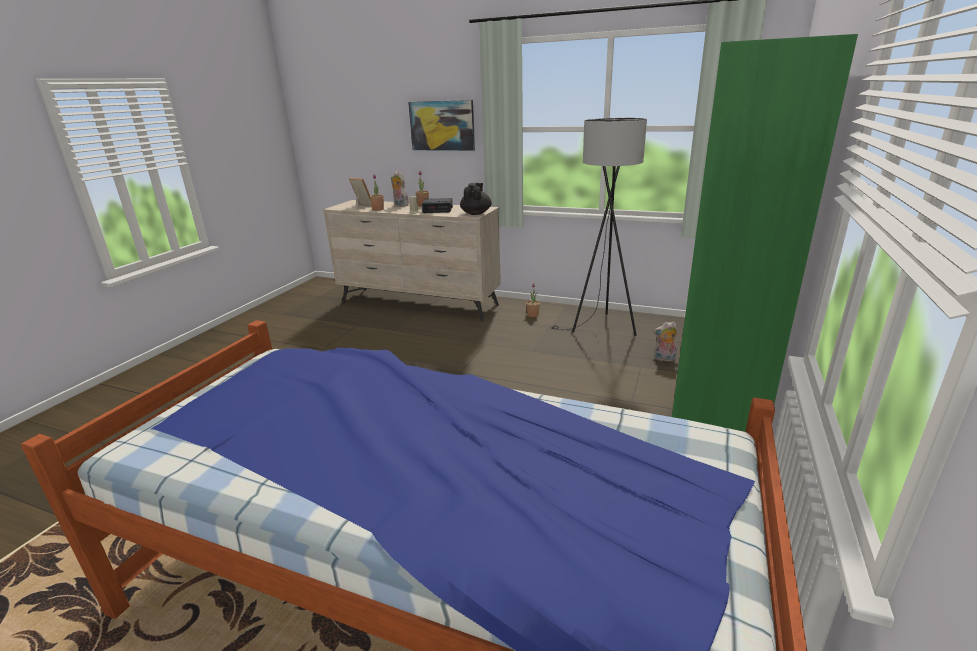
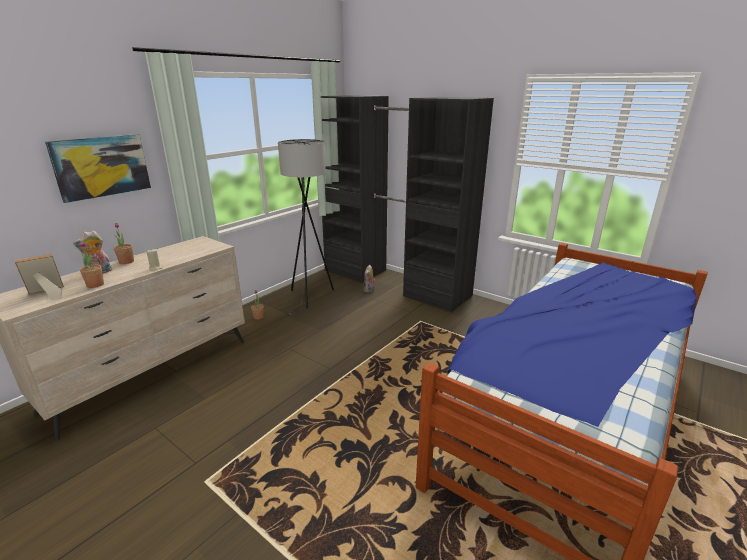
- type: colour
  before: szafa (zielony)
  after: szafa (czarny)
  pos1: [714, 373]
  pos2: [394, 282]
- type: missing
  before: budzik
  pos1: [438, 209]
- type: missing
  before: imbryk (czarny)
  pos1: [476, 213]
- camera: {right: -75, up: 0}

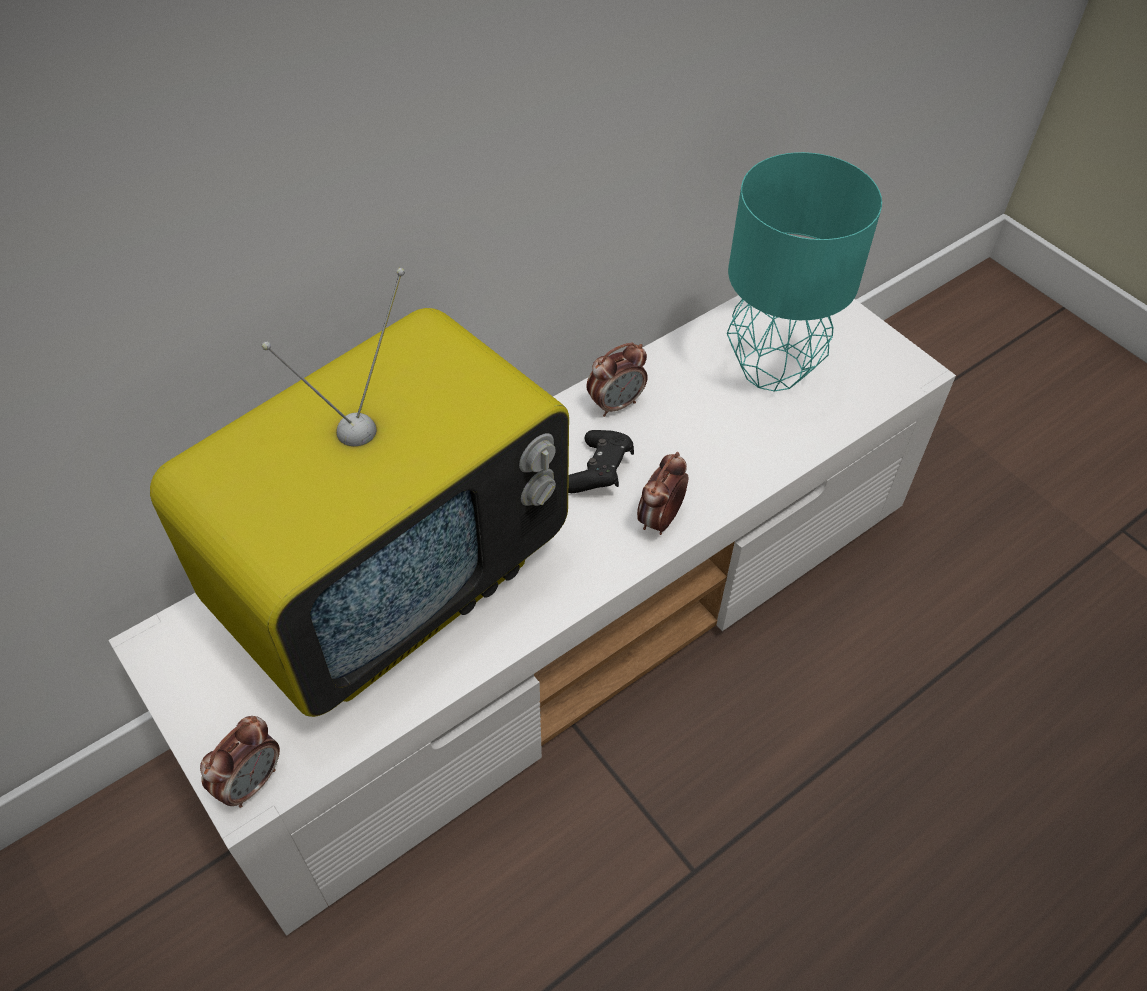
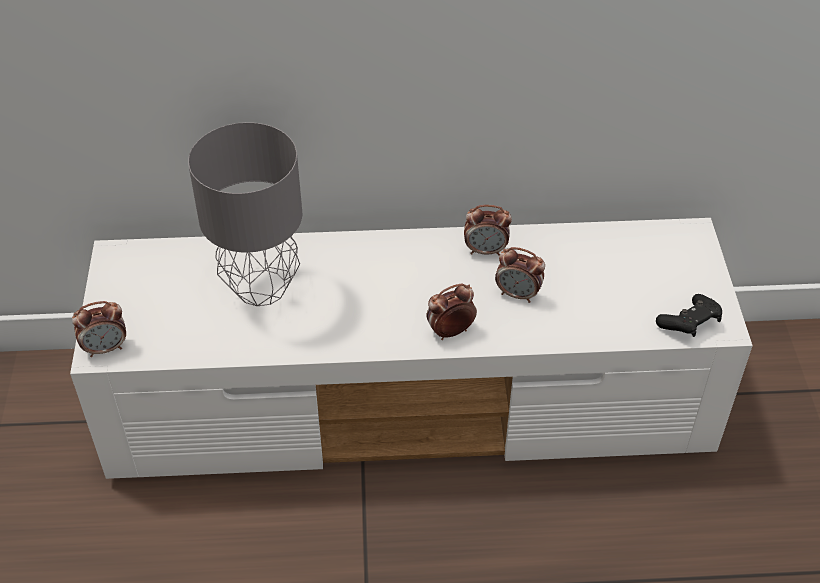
- type: exchanged
  before: telewizor
  after: lampa stołowa (szary)
  pos1: [394, 582]
  pos2: [262, 286]
- type: appeared
  after: budzik
  pos2: [518, 294]
- type: relocated
  before: pad do gier (czarny)
  pos1: [599, 472]
  pos2: [689, 324]
- type: missing
  before: lampa stołowa (turkusowy)
  pos1: [769, 368]
- camera: {right: 35, up: -5}

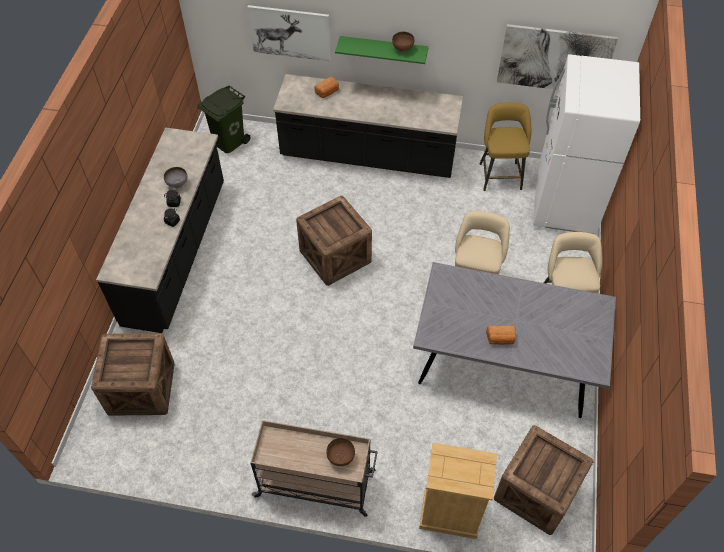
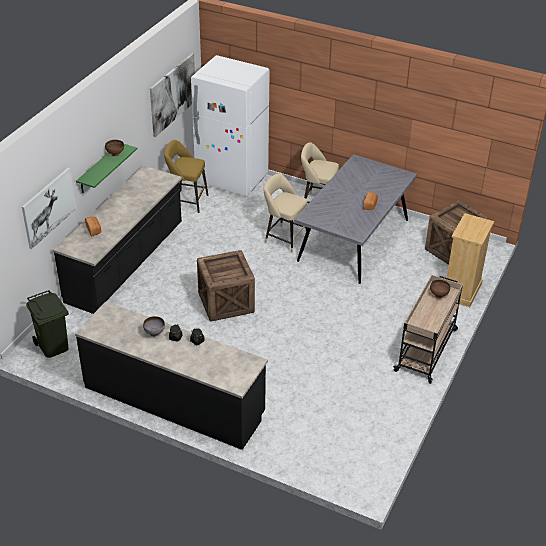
- type: missing
  before: skrzynka
  pos1: [141, 387]
- camera: {right: -75, up: -15}

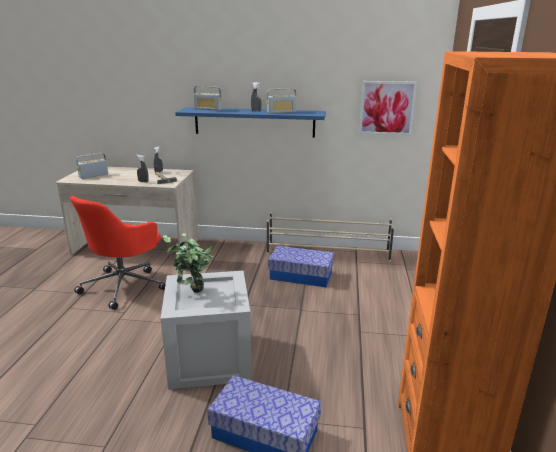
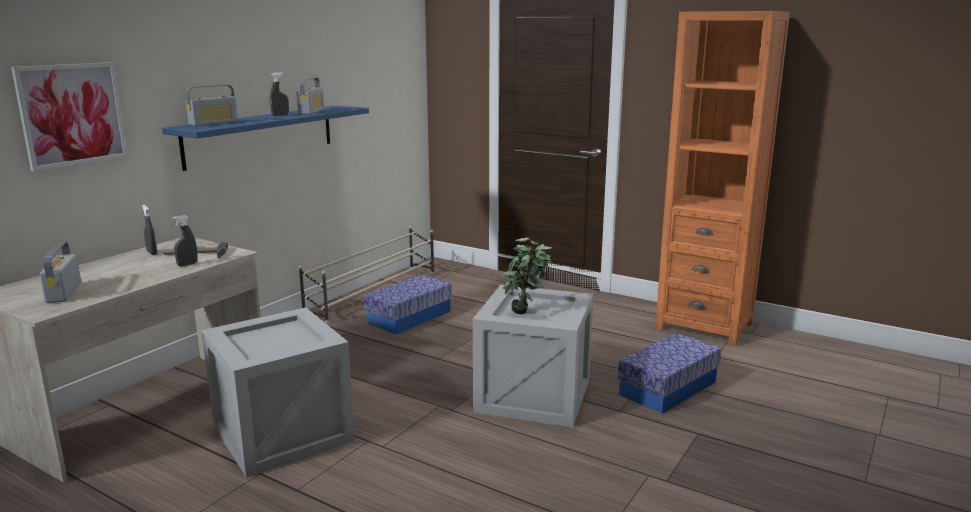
- type: relocated
  before: obraz
  pos1: [387, 108]
  pos2: [72, 114]
- type: exchanged
  before: krzesło biurowe (czerwony)
  after: skrzynka
  pos1: [124, 286]
  pos2: [282, 433]
- camera: {right: -65, up: -5}

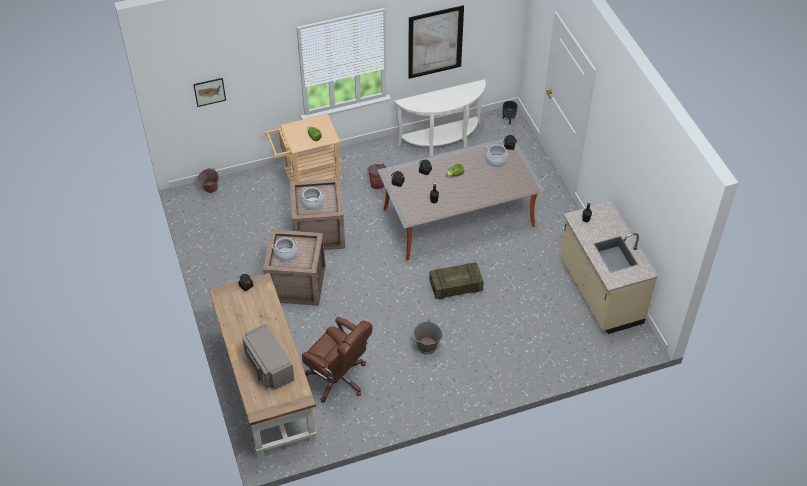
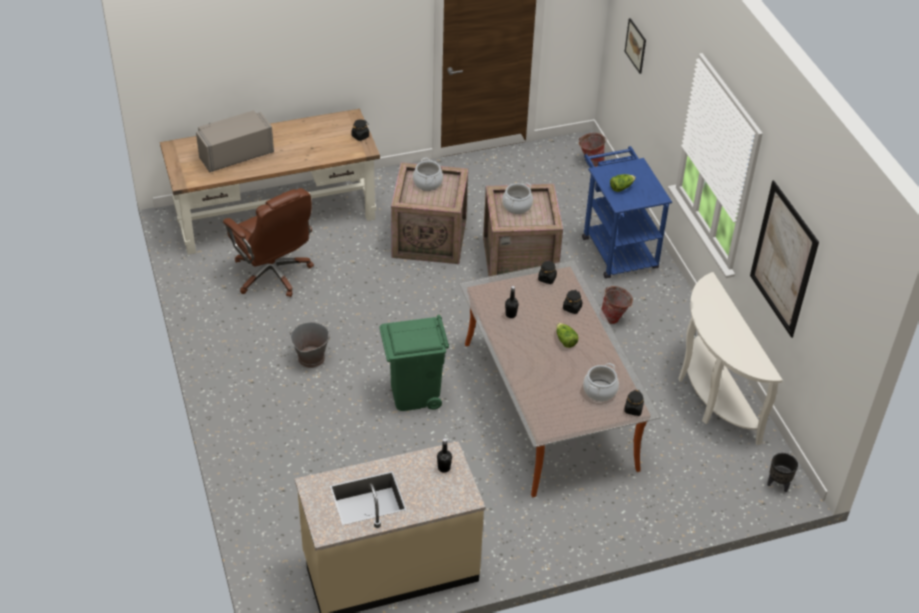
- type: spun
  before: krzesło biurowe (brązowy)
  pos1: [338, 378]
  pos2: [273, 274]
  turn: -75
- type: exchanged
  before: skrzynka
  after: kosz na śmieci (zielony)
  pos1: [456, 286]
  pos2: [414, 394]
- type: colour
  before: wózek (beżowy)
  after: wózek (niebieski)
  pos1: [307, 180]
  pos2: [616, 248]
- camera: {right: 90, up: -5}

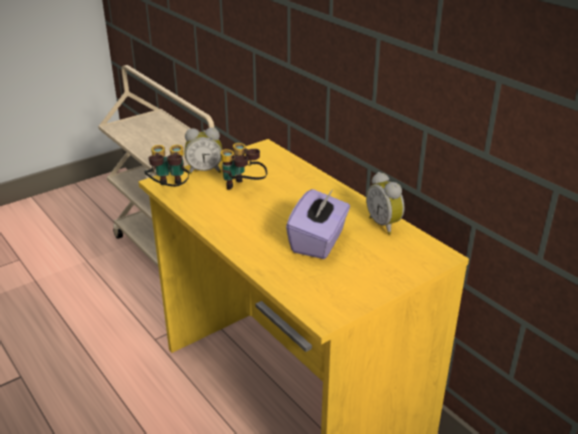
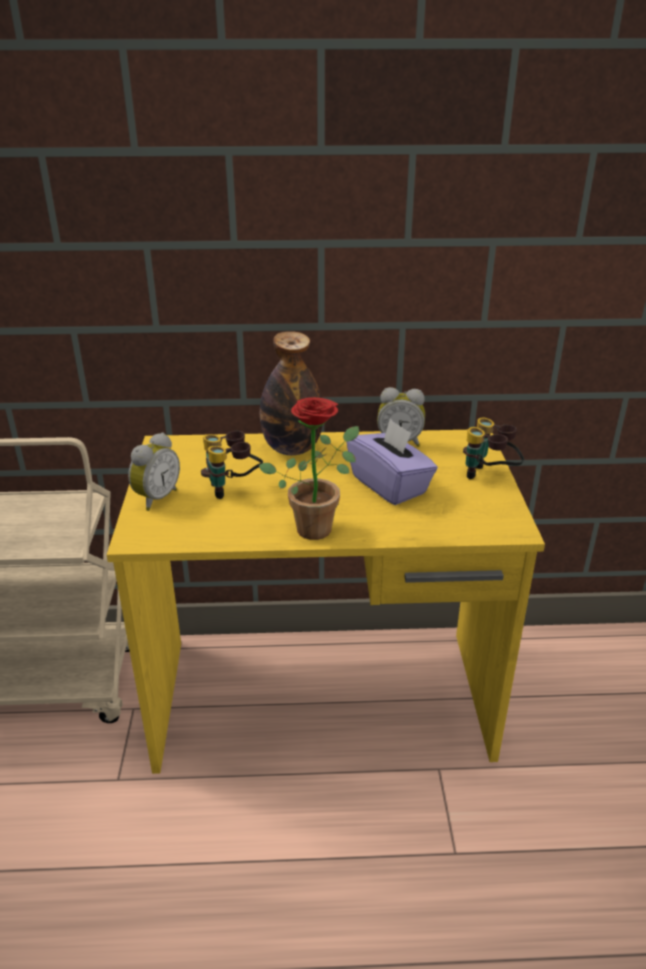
- type: appeared
  after: roślina doniczkowa
  pos2: [317, 525]
- type: appeared
  after: butelka
  pos2: [292, 448]
- type: relocated
  before: lornetka
  pos1: [169, 190]
  pos2: [489, 477]
- camera: {right: -55, up: 0}

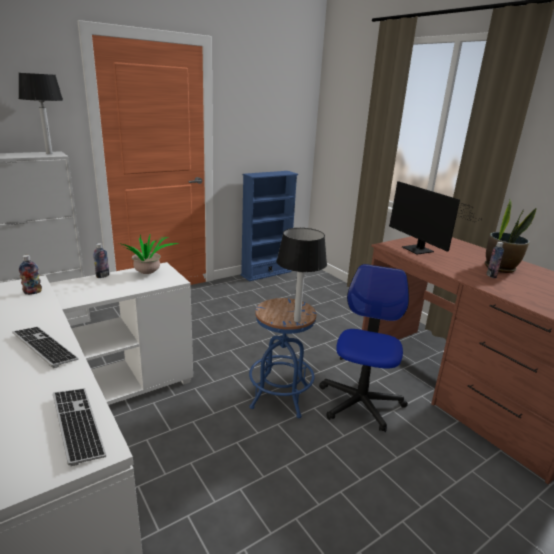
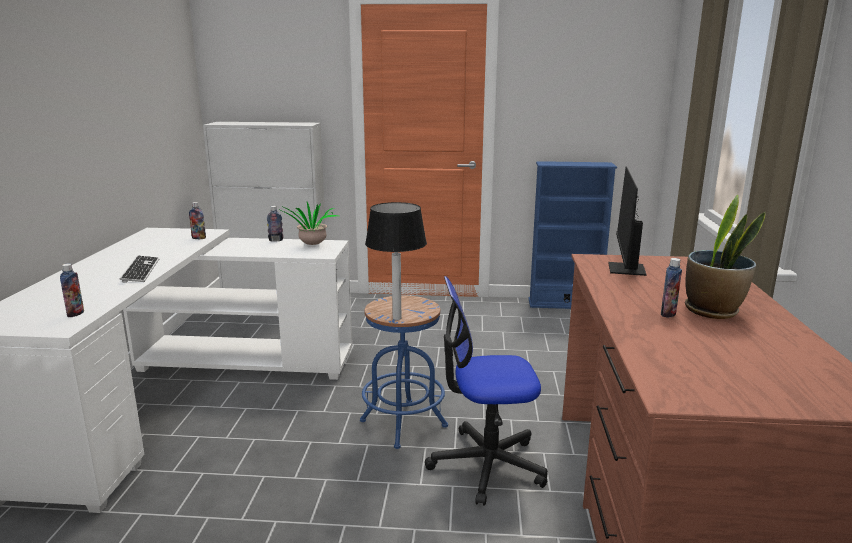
- type: exchanged
  before: klawiatura
  after: butelka
  pos1: [78, 425]
  pos2: [75, 313]
- type: spun
  before: krzesło biurowe
  pos1: [360, 403]
  pos2: [486, 465]
  turn: -150
- type: missing
  before: lampa stołowa
  pos1: [49, 153]
- camera: {right: 40, up: -5}

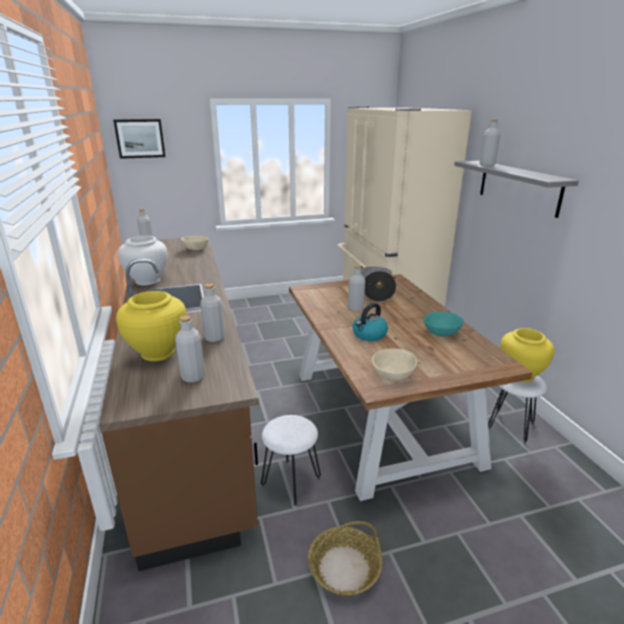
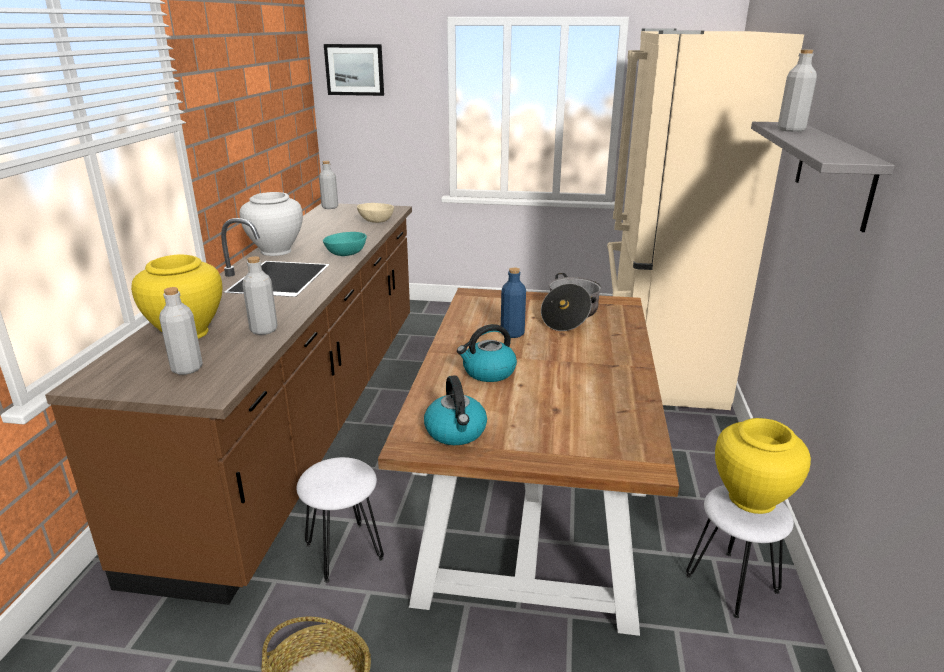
- type: relocated
  before: miska (turkusowy)
  pos1: [442, 333]
  pos2: [347, 254]
- type: exchanged
  before: miska (beżowy)
  after: czajnik
  pos1: [393, 375]
  pos2: [456, 432]
- type: colour
  before: butelka (szary)
  after: butelka (niebieski)
  pos1: [355, 308]
  pos2: [512, 333]
- camera: {right: 25, up: 0}

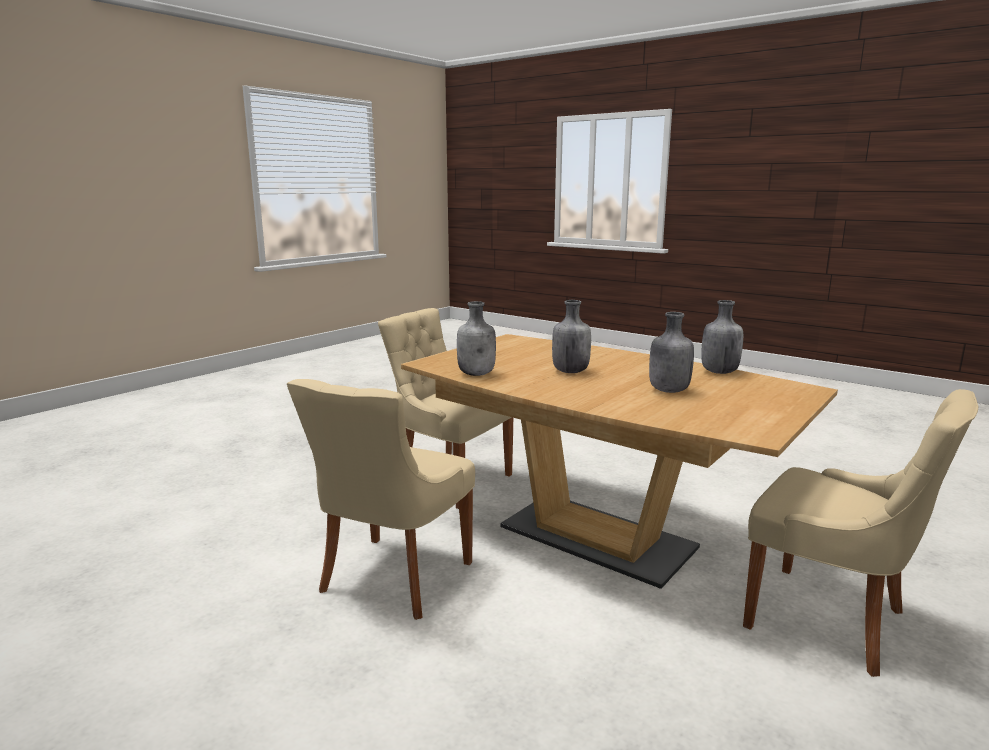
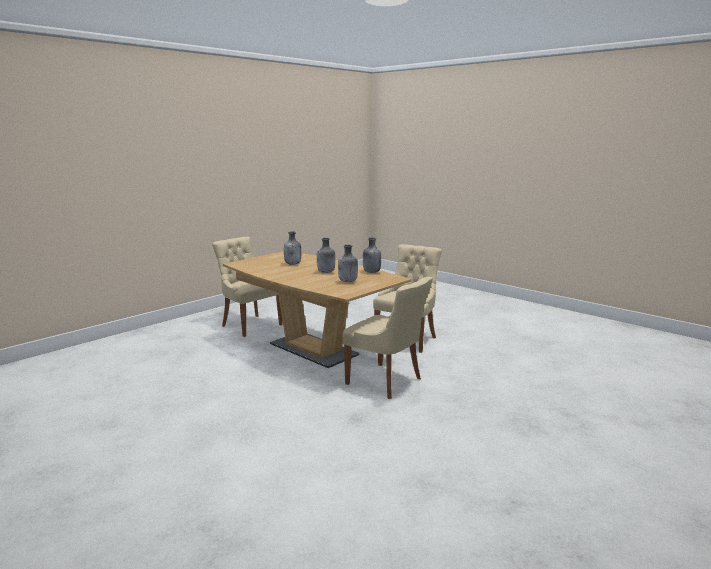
- type: relocated
  before: butelka (szary)
  pos1: [718, 372]
  pos2: [348, 281]
- camera: {right: -175, up: 0}

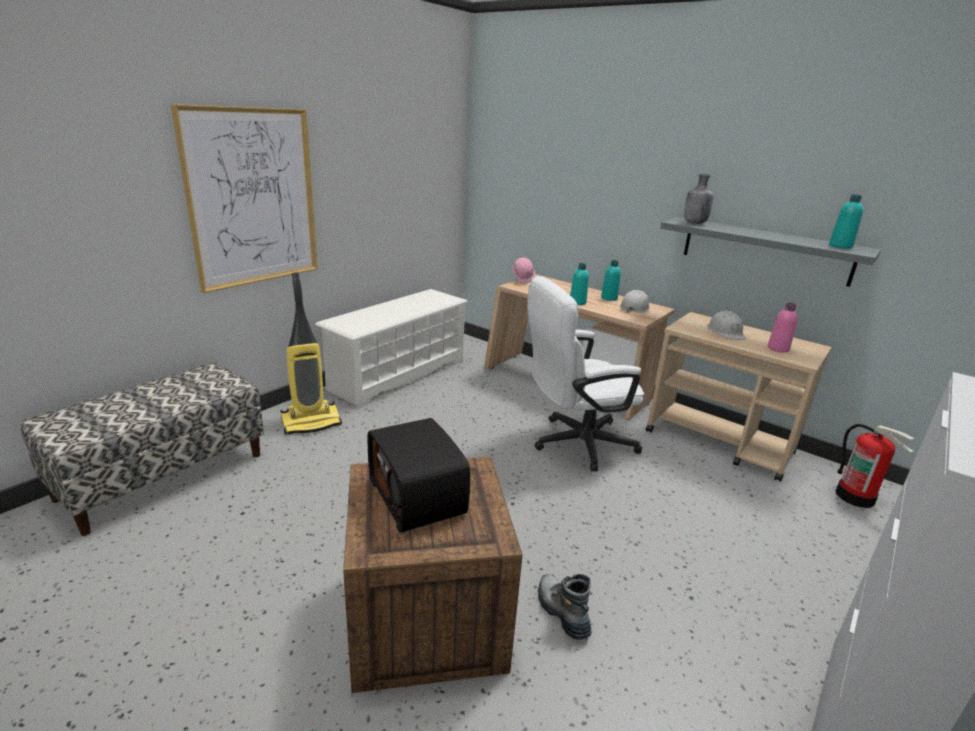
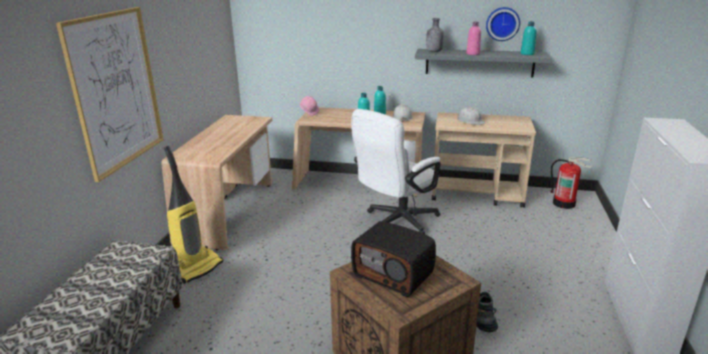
- type: exchanged
  before: regał na buty (biały)
  after: biurko (beżowy)
  pos1: [398, 375]
  pos2: [230, 212]
- type: relocated
  before: butelka (różowy)
  pos1: [778, 349]
  pos2: [473, 54]
- type: appeared
  after: zegar ścienny
  pos2: [502, 23]
- camera: {right: -25, up: 0}

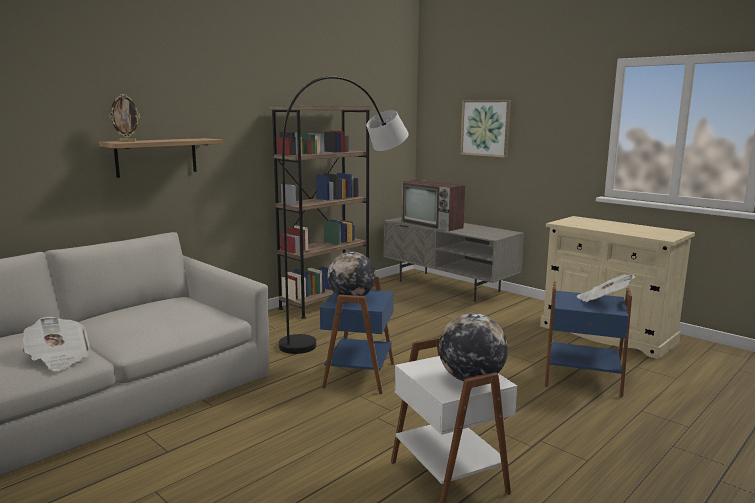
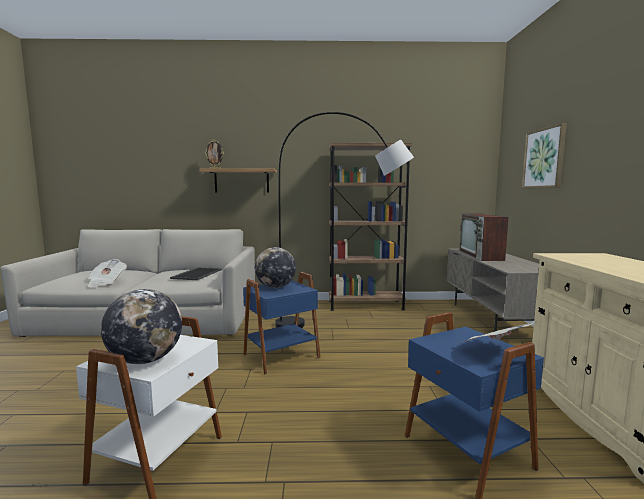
- type: appeared
  after: taca
  pos2: [196, 274]
- camera: {right: 45, up: -5}

